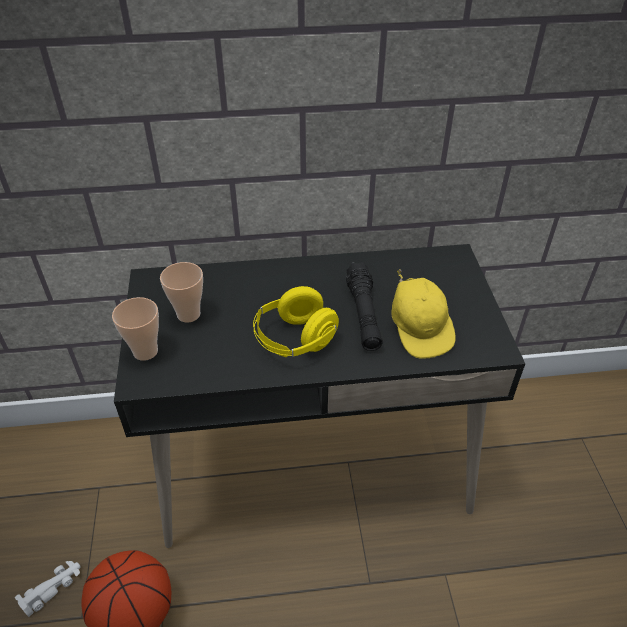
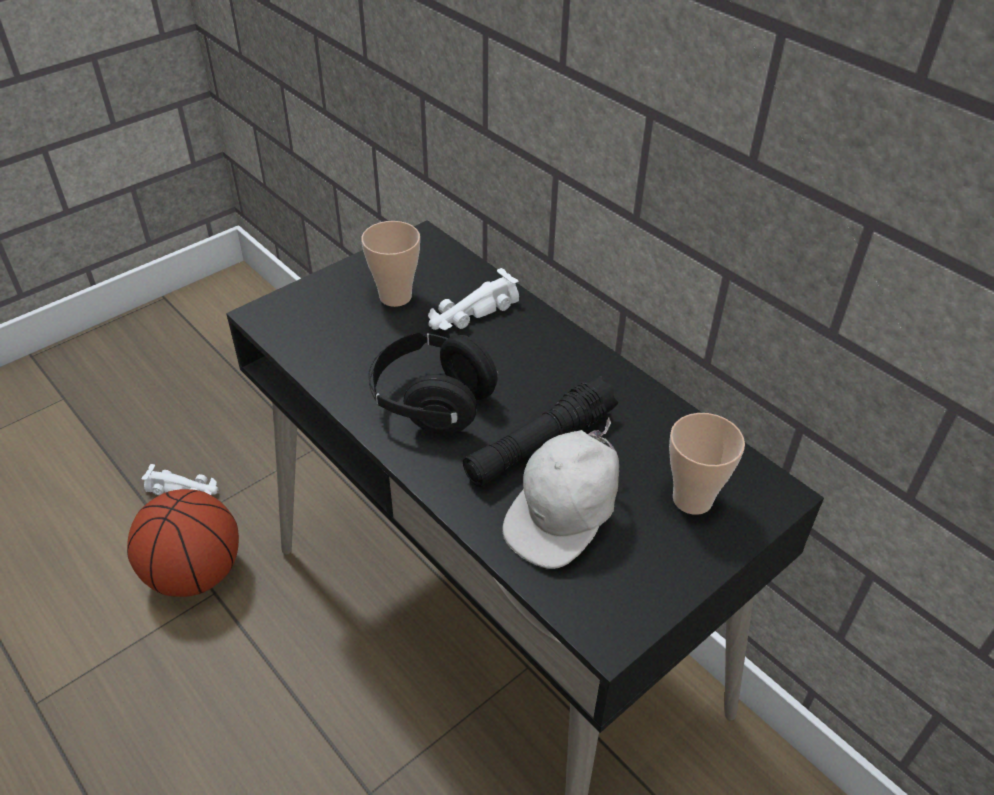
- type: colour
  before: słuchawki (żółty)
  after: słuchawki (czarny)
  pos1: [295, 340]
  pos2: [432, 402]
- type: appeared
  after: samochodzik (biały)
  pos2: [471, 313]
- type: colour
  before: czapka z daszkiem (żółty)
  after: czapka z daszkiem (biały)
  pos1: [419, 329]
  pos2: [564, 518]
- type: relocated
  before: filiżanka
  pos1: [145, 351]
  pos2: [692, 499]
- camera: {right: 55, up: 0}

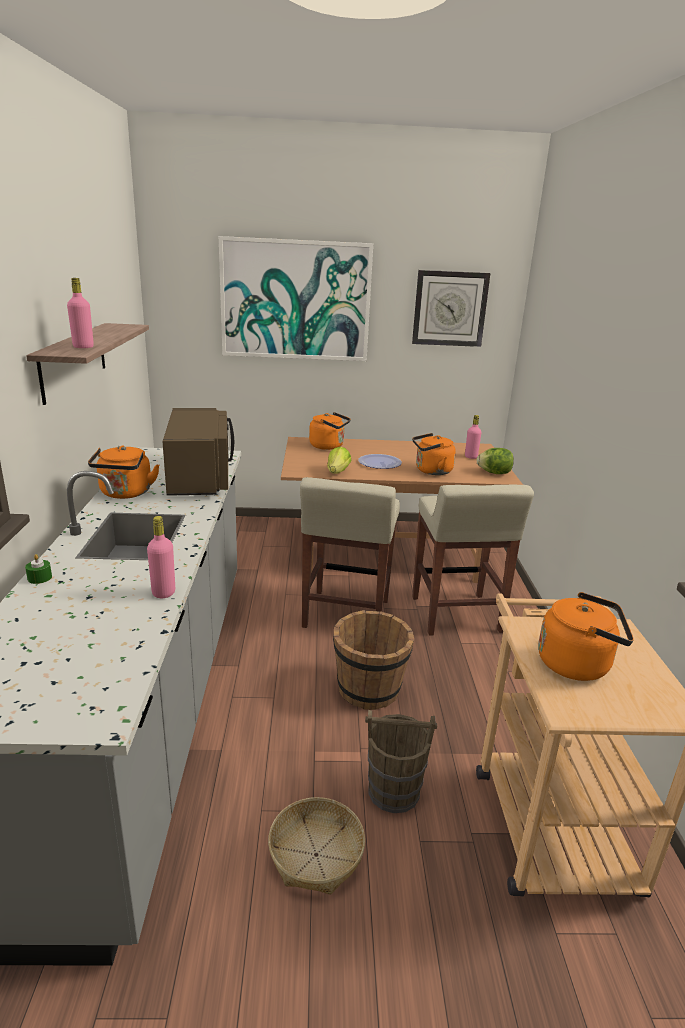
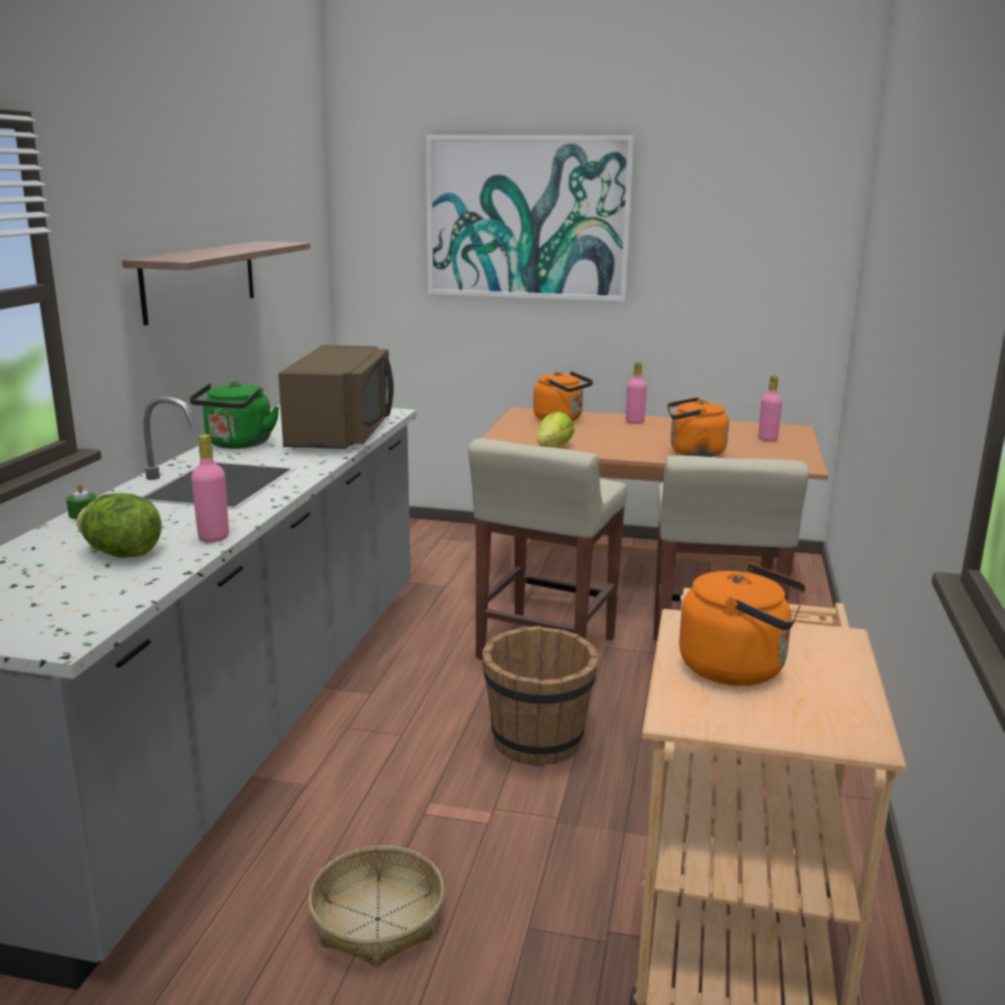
- type: relocated
  before: sałata
  pos1: [494, 473]
  pos2: [122, 554]
- type: colour
  before: czajnik (pomarańczowy)
  after: czajnik (zielony)
  pos1: [125, 494]
  pos2: [237, 445]
- type: relocated
  before: butelka (różowy)
  pos1: [83, 347]
  pos2: [634, 422]
- type: missing
  before: talerz
  pos1: [379, 463]
- type: missing
  before: wiadro (brązowy)
  pos1: [394, 792]
- type: missing
  before: zegar ścienny
  pos1: [450, 308]
- camera: {right: 15, up: -5}

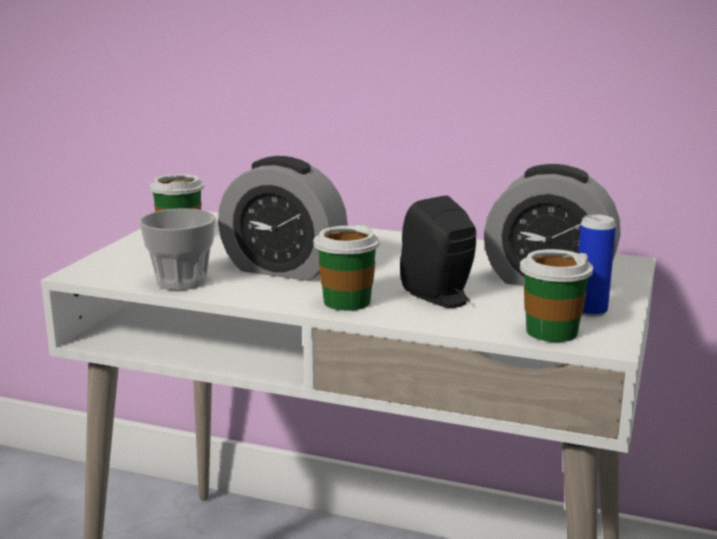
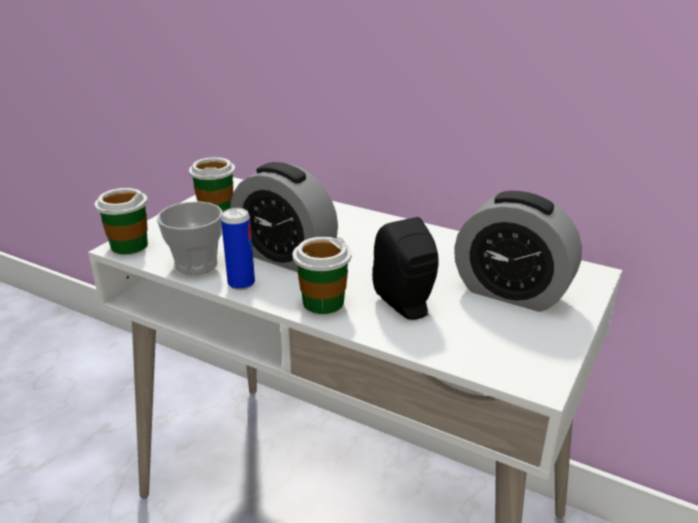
- type: relocated
  before: filiżanka
  pos1: [551, 331]
  pos2: [129, 245]
- type: relocated
  before: puszka
  pos1: [590, 311]
  pos2: [241, 284]
- camera: {right: 10, up: 10}

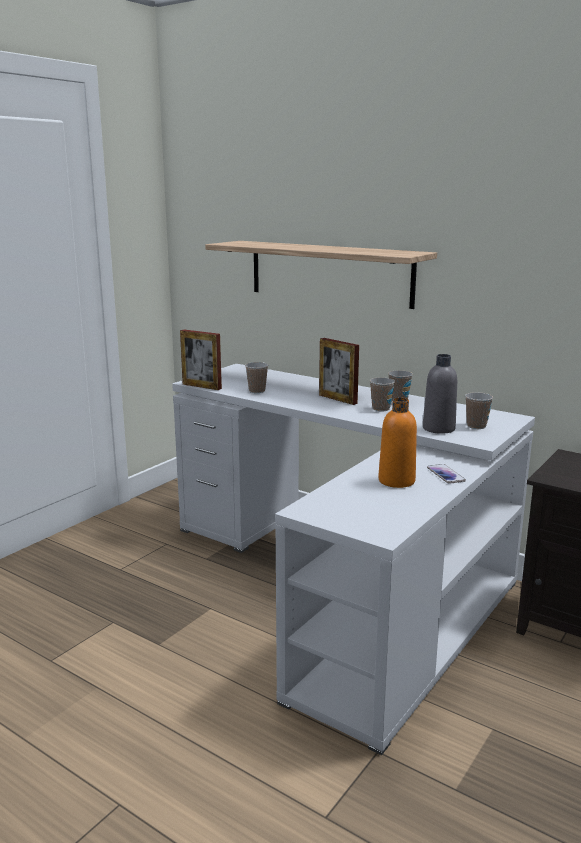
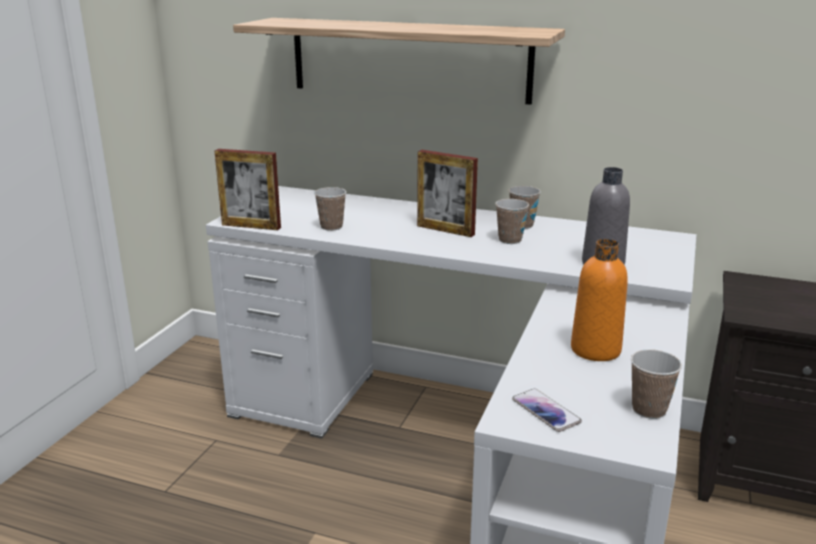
- type: relocated
  before: telefon
  pos1: [445, 474]
  pos2: [546, 411]
- type: relocated
  before: filiżanka
  pos1: [476, 426]
  pos2: [649, 410]
- camera: {right: -15, up: 5}

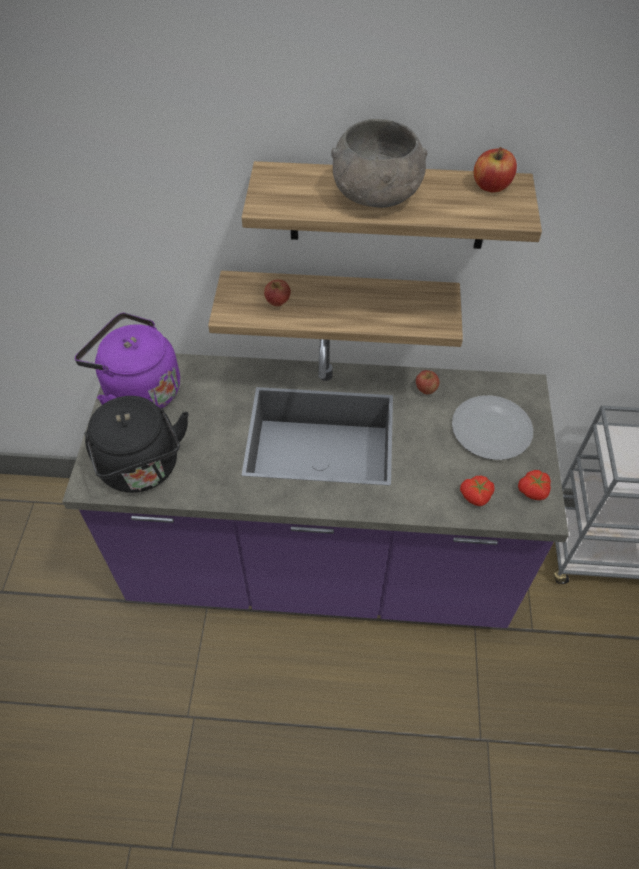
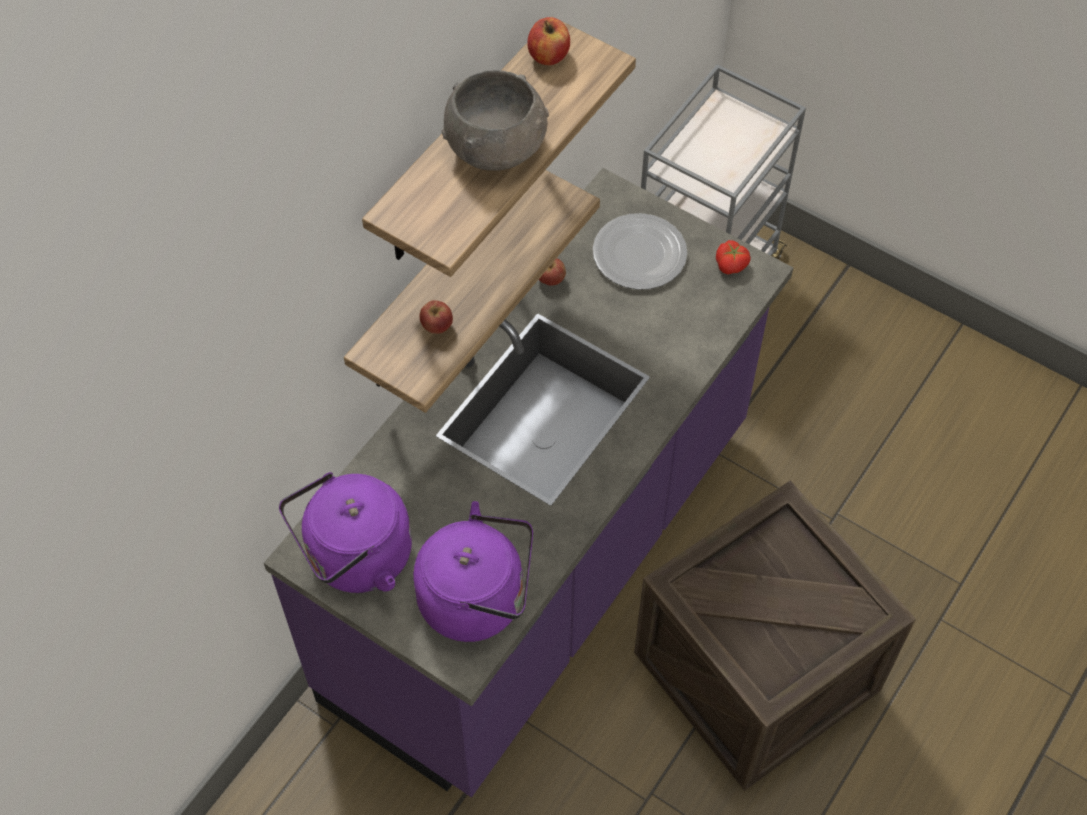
- type: colour
  before: czajnik (czarny)
  after: czajnik (fioletowy)
  pos1: [142, 469]
  pos2: [478, 599]
- type: appeared
  after: skrzynka
  pos2: [756, 671]
- type: missing
  before: pomidor
  pos1: [476, 496]
- camera: {right: -60, up: 5}

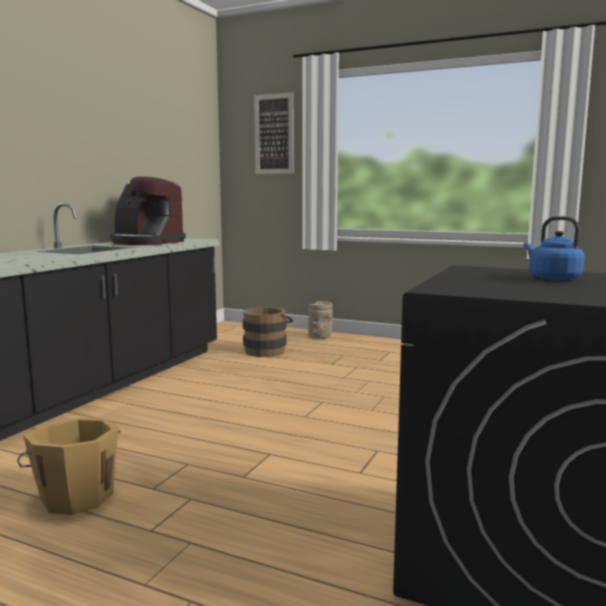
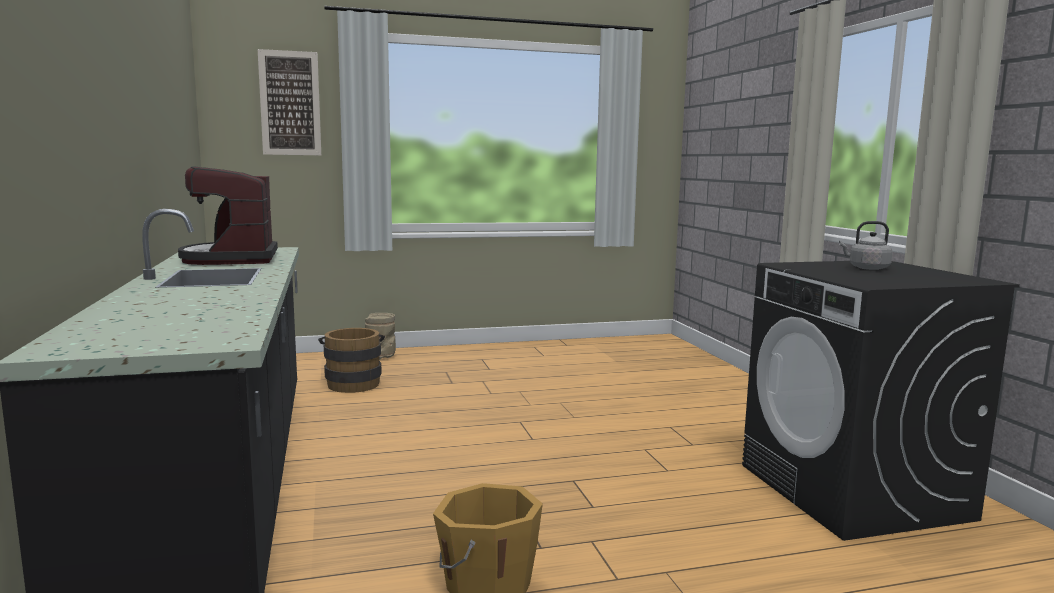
- type: spun
  before: ekspres do kawy
  pos1: [146, 242]
  pos2: [232, 259]
  turn: 90
- type: colour
  before: czajnik (niebieski)
  after: czajnik (szary)
  pos1: [552, 278]
  pos2: [866, 268]
- camera: {right: -40, up: 0}

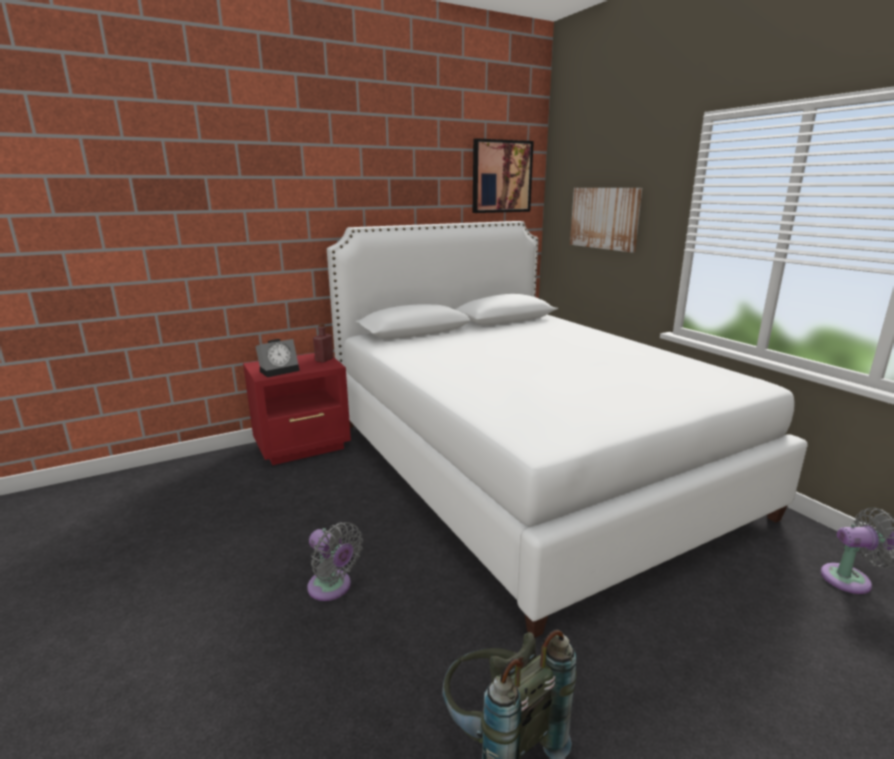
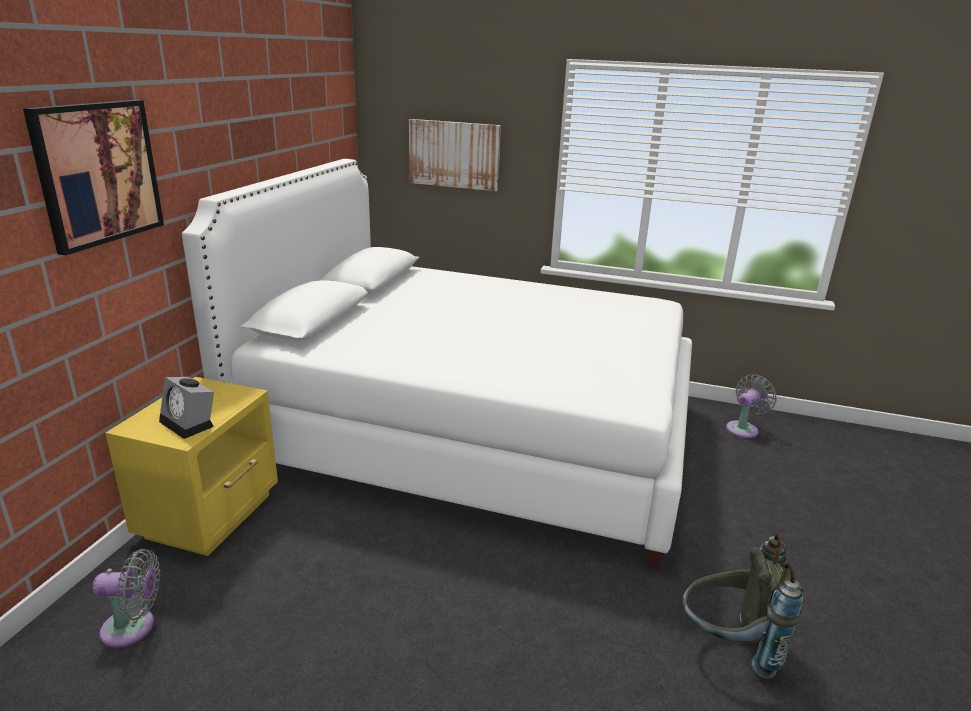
- type: relocated
  before: obraz
  pos1: [501, 176]
  pos2: [98, 173]
- type: relocated
  before: wentylator (szary)
  pos1: [332, 588]
  pos2: [133, 628]
- type: colour
  before: szafka nocna (czerwony)
  after: szafka nocna (żółty)
  pos1: [304, 446]
  pos2: [212, 515]
- type: spun
  before: budzik
  pos1: [280, 370]
  pos2: [190, 423]
  turn: 120
- type: missing
  before: butelka (czerwony)
  pos1: [324, 360]
- camera: {right: -45, up: 5}

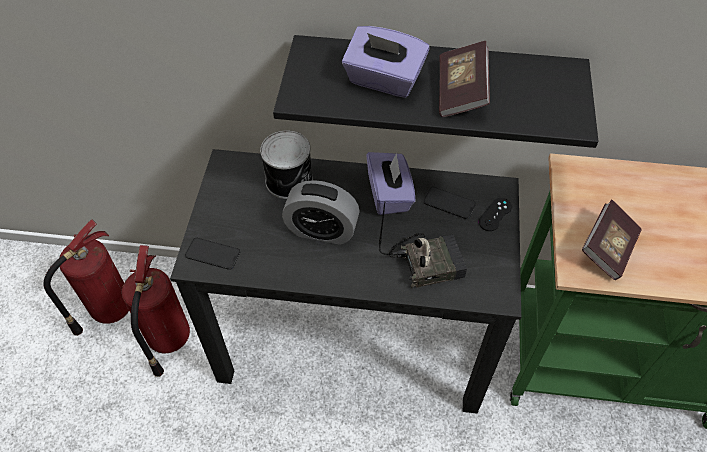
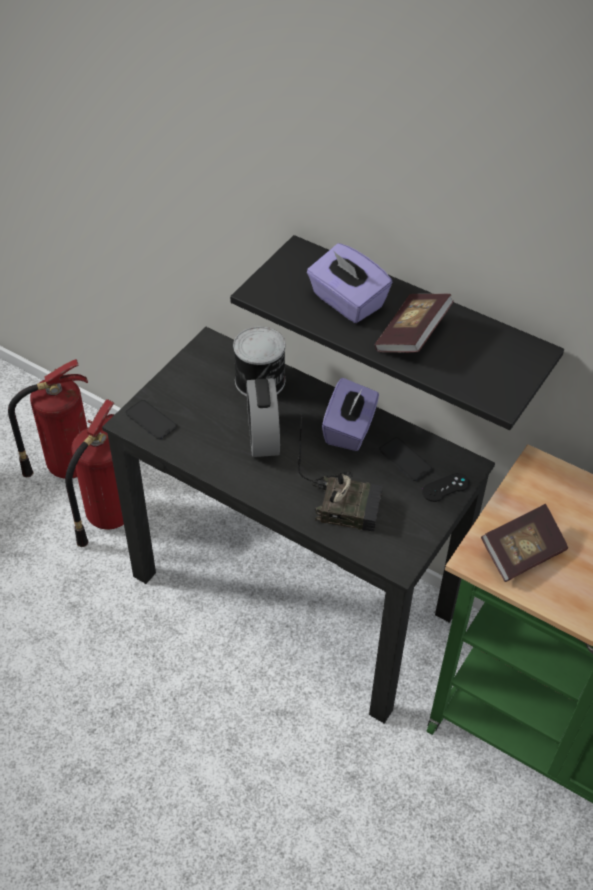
- type: spun
  before: budzik
  pos1: [322, 230]
  pos2: [263, 437]
  turn: 45
- camera: {right: 25, up: -5}

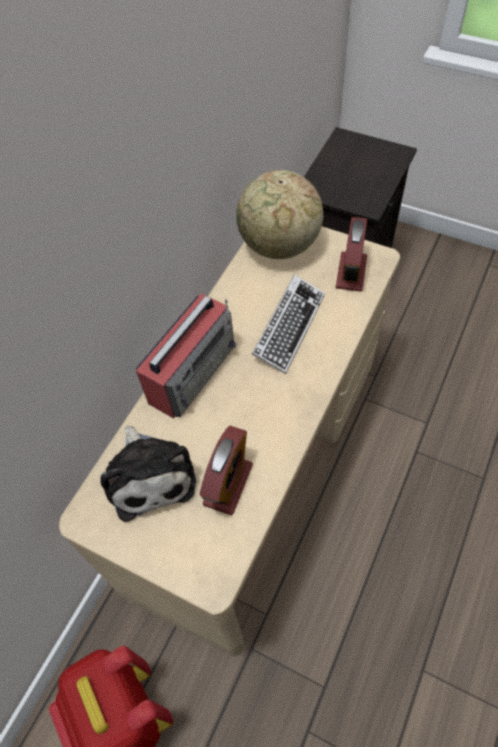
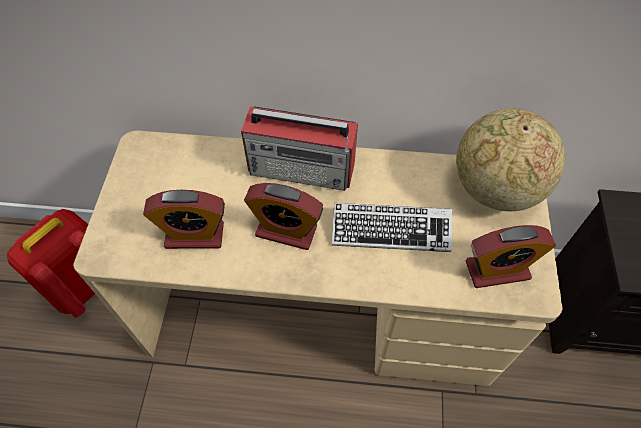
- type: appeared
  after: budzik
  pos2: [286, 231]
- type: missing
  before: pluszak
  pos1: [150, 475]
- camera: {right: 65, up: 0}

